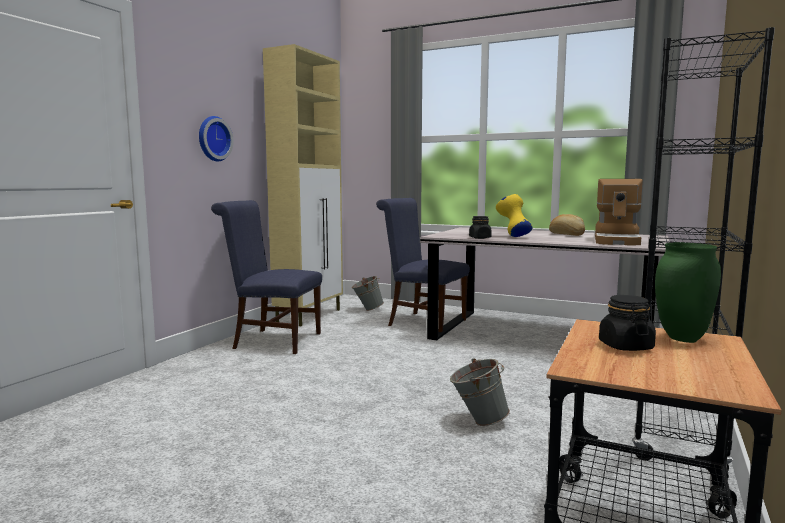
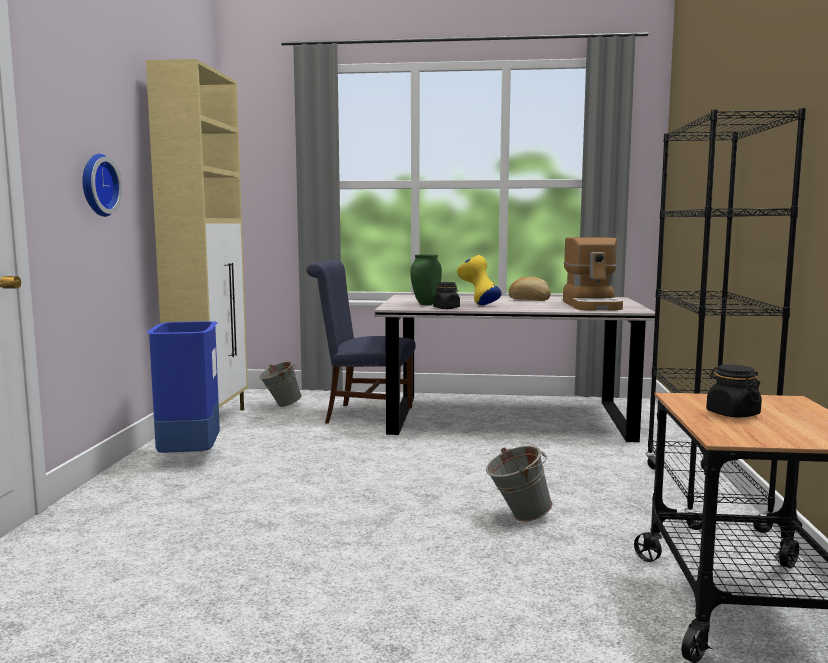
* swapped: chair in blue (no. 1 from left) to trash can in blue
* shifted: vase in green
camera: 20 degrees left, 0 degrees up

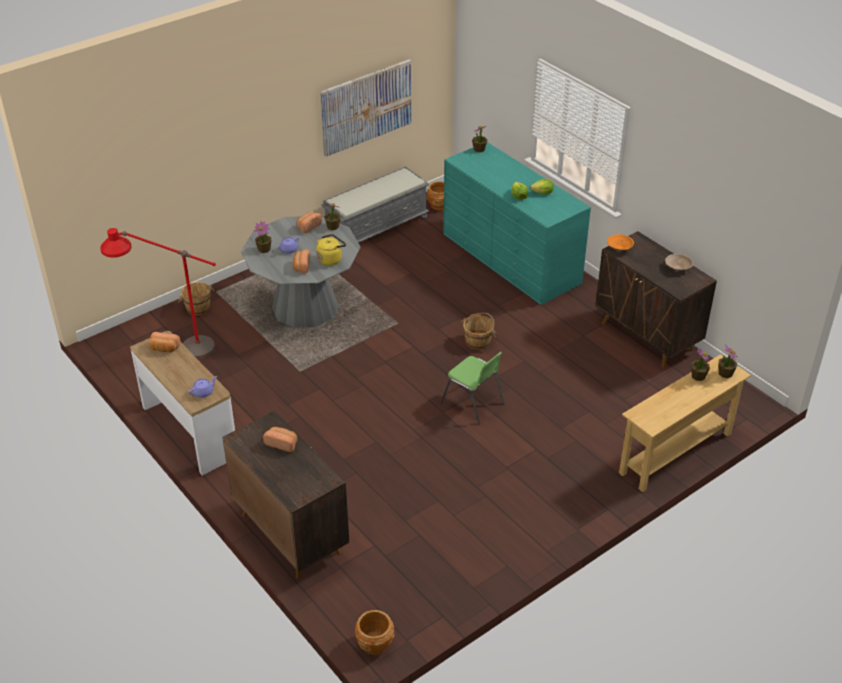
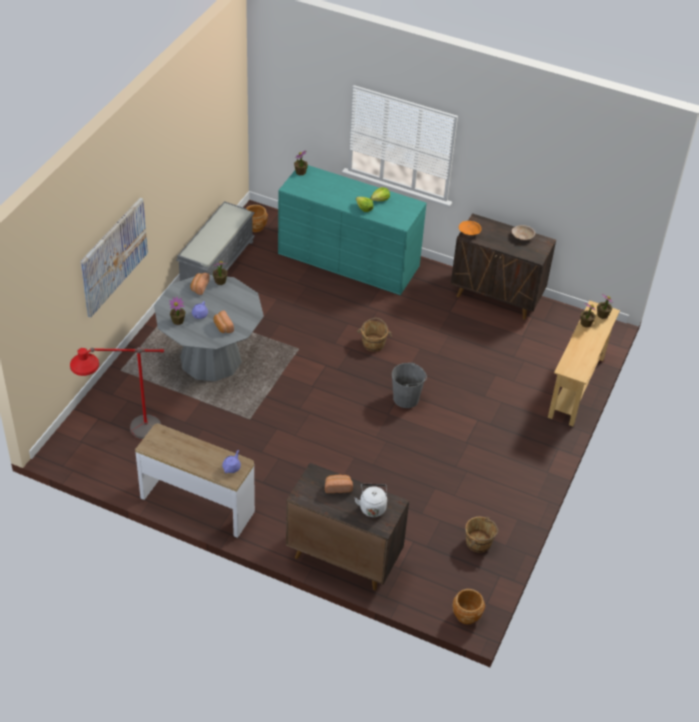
* shifted: picture
* gone: kettle in yellow
* shifted: bucket in brown (no. 1 from left in the first image) to bucket in brown (no. 2 from left)
* gone: bread (no. 1 from left)
* swapped: chair in green to bucket in grey
* new: kettle in white
camera: 30 degrees left, 5 degrees up

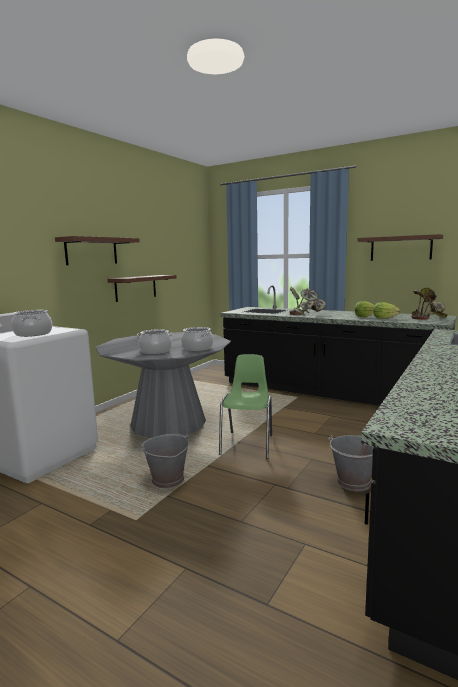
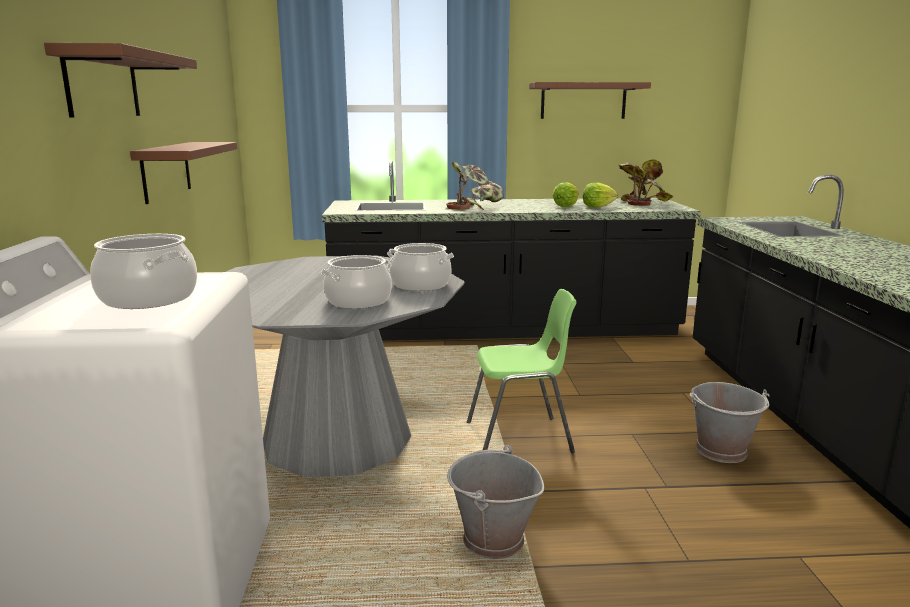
* rotated: chair in green 105 degrees clockwise
camera: 35 degrees left, 5 degrees up

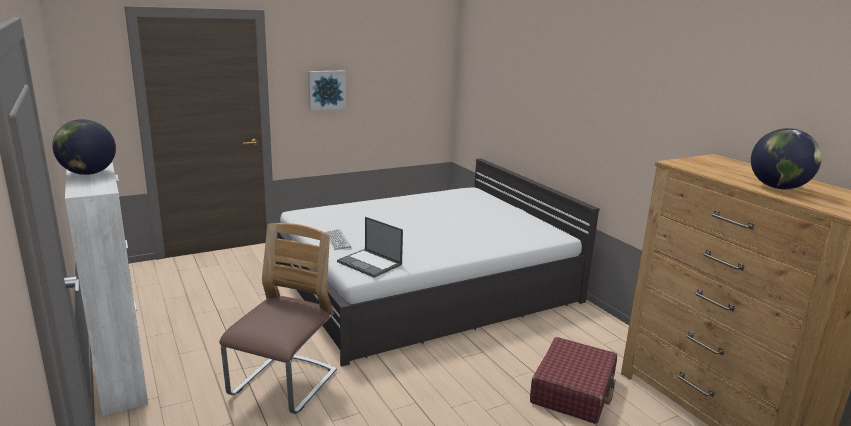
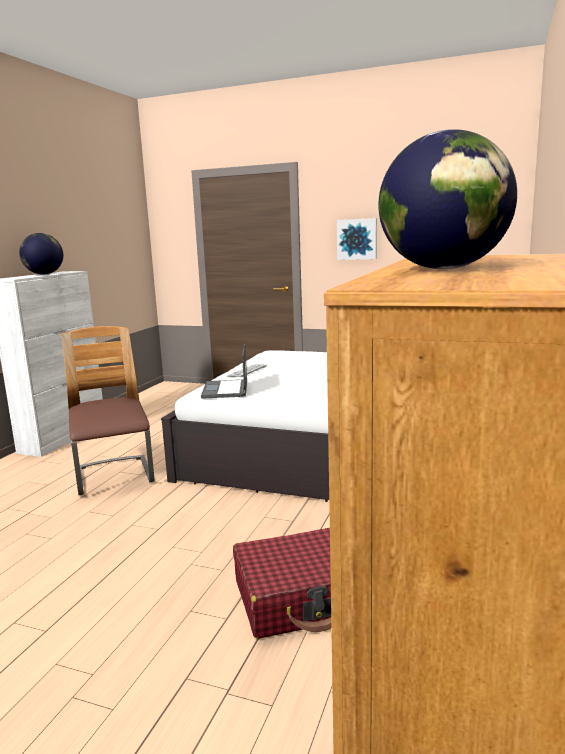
* rotated: chair 90 degrees counterclockwise
camera: 50 degrees right, 5 degrees down

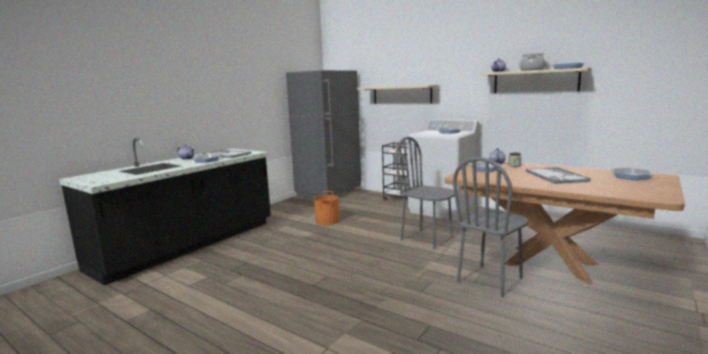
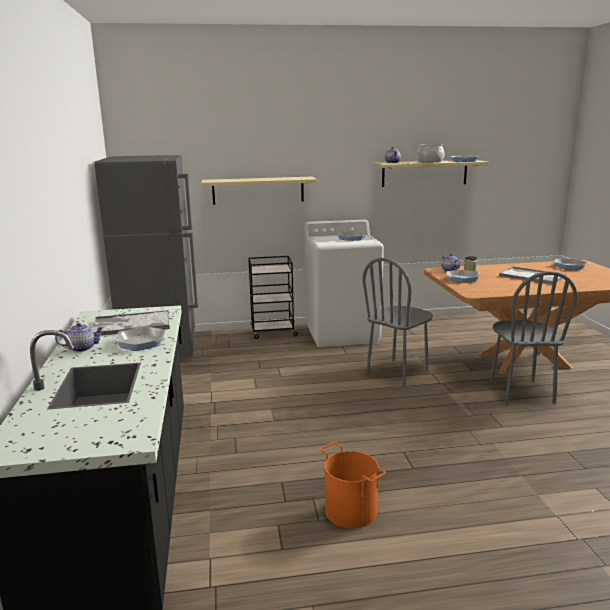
* rotated: chair in grey (no. 1 from left) 45 degrees counterclockwise
* shifted: bucket in orange
camera: 45 degrees left, 5 degrees up

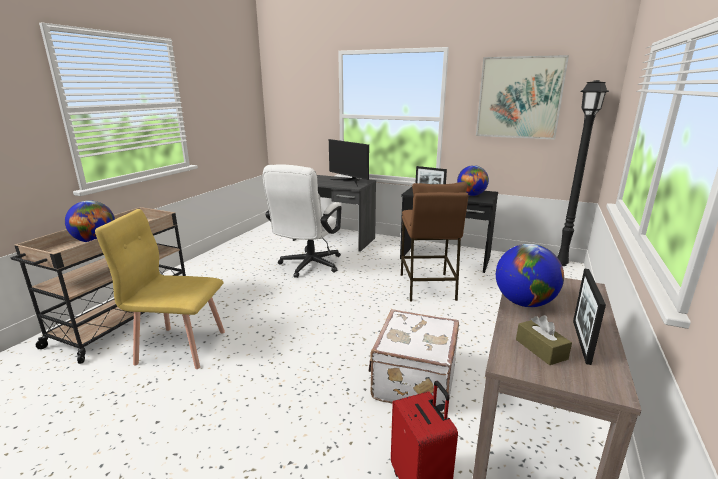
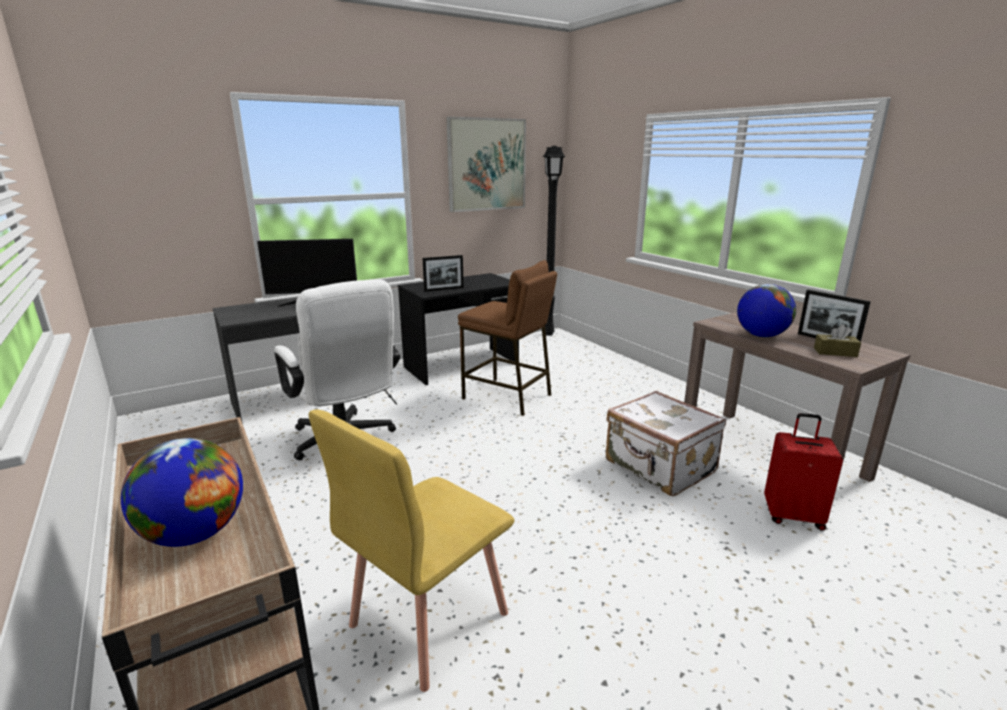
* gone: globe (no. 2 from left)
camera: 55 degrees left, 0 degrees up

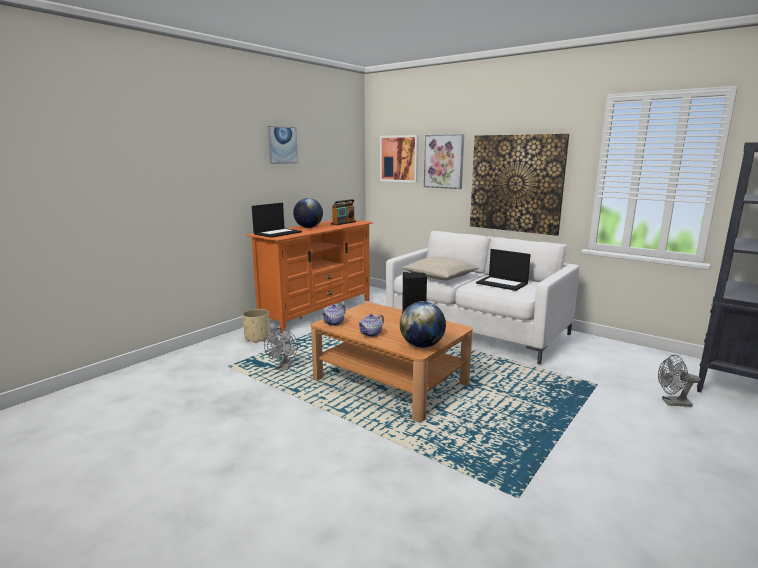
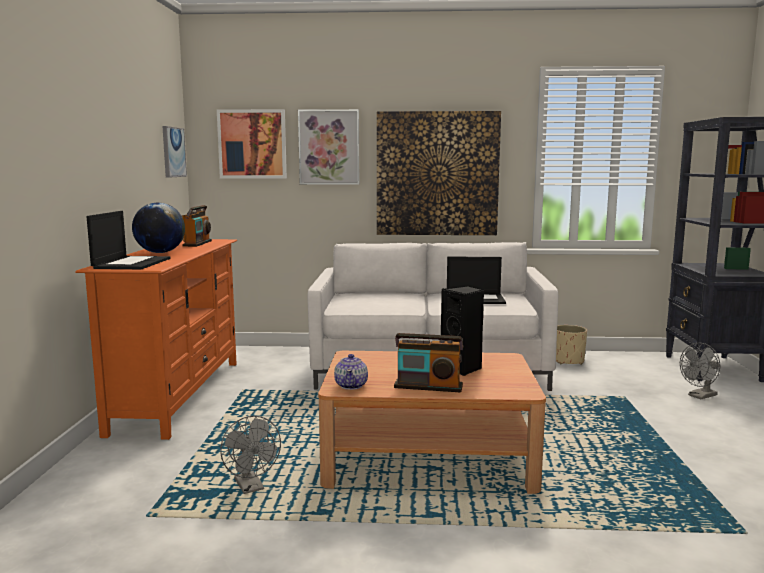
* shifted: picture (no. 1 from left)
* gone: pillow in beige
* gone: globe (no. 2 from left)
* shifted: planter in beige
* swapped: teapot (no. 2 from left) to radio (no. 2 from left)
camera: 35 degrees left, 5 degrees down

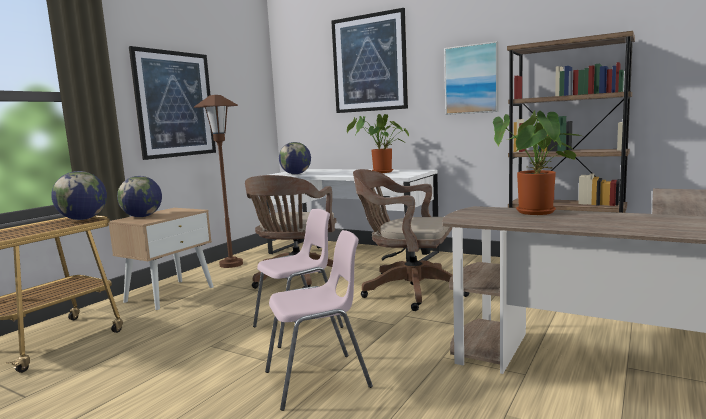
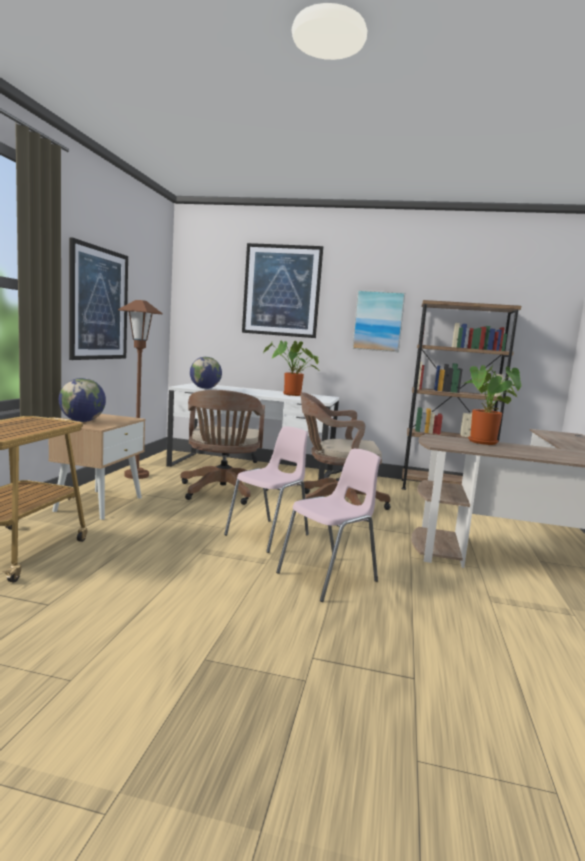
* gone: globe (no. 1 from left)
camera: 20 degrees left, 0 degrees up

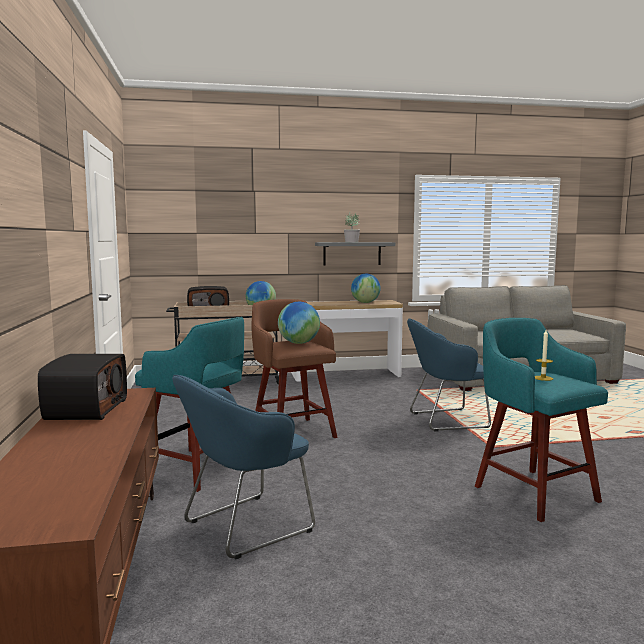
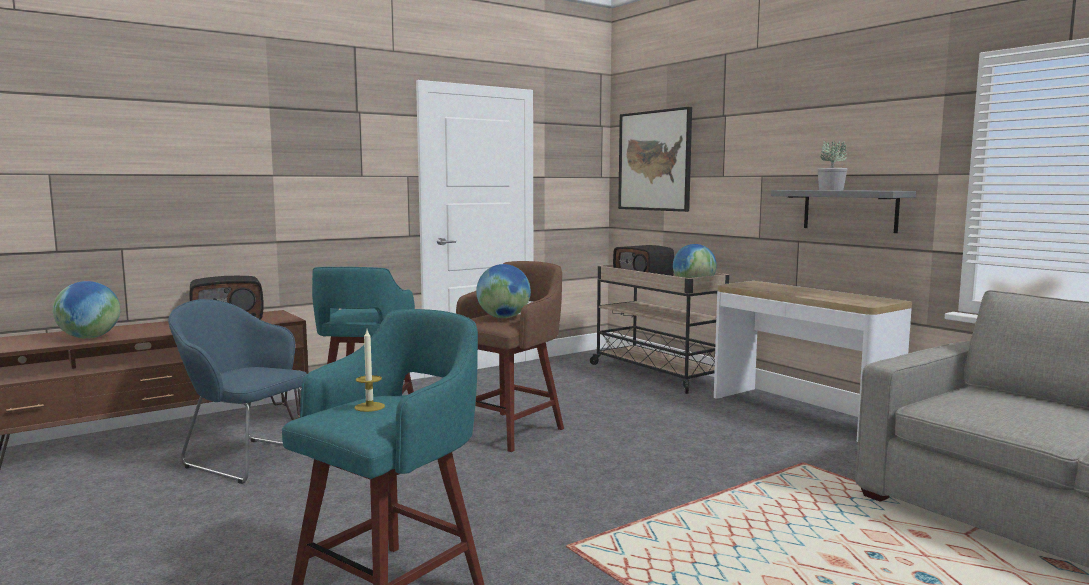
* shifted: globe (no. 3 from left in the first image) to globe (no. 1 from left)
* gone: armchair in blue (no. 2 from left)
* new: picture
camera: 65 degrees right, 0 degrees up

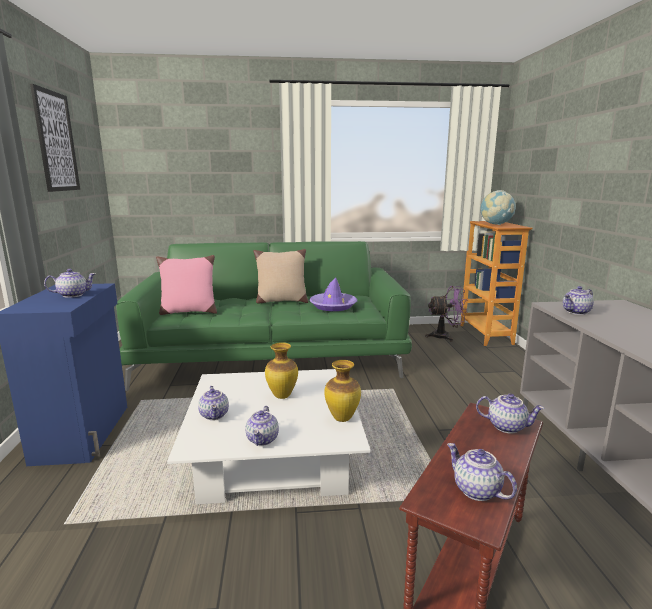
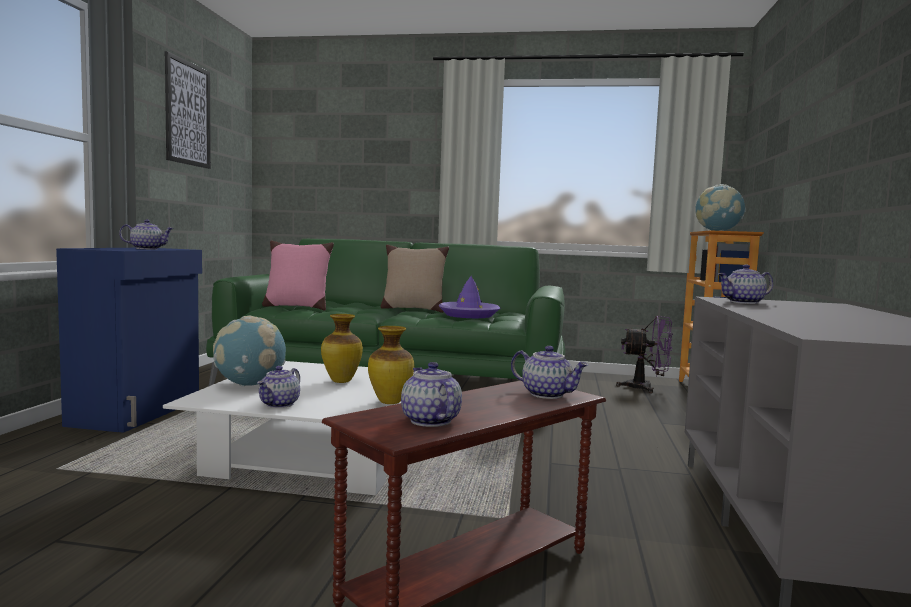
* swapped: teapot (no. 2 from left) to globe (no. 1 from left)
camera: 15 degrees right, 10 degrees down

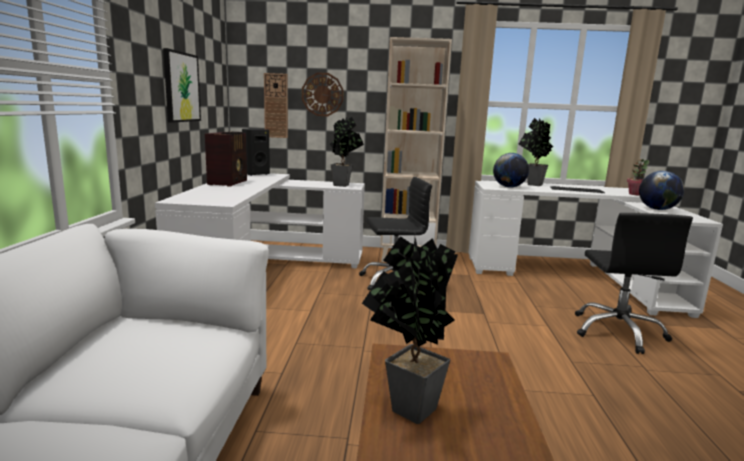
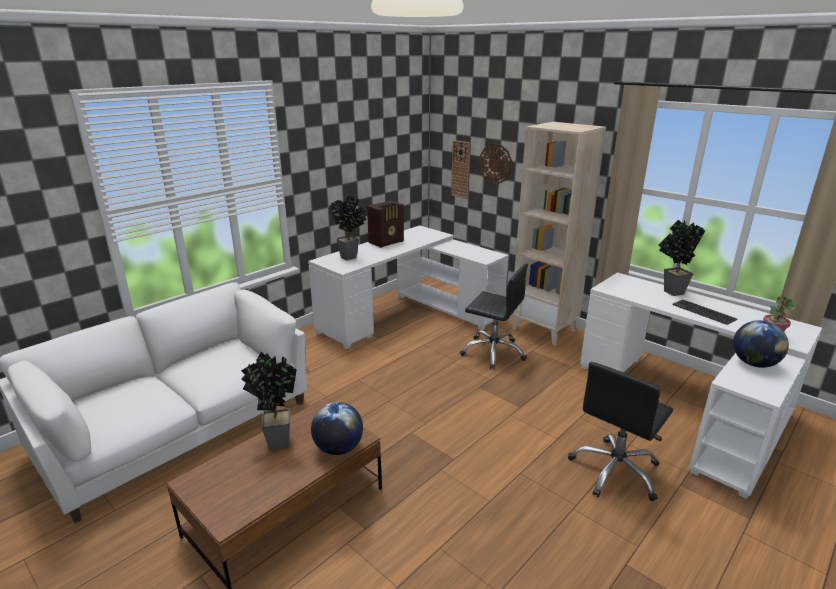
* gone: picture
* shifted: potted plant (no. 1 from left in the first image) to potted plant (no. 2 from left)
* gone: speaker in black
* shifted: globe (no. 1 from left)
camera: 40 degrees right, 10 degrees up

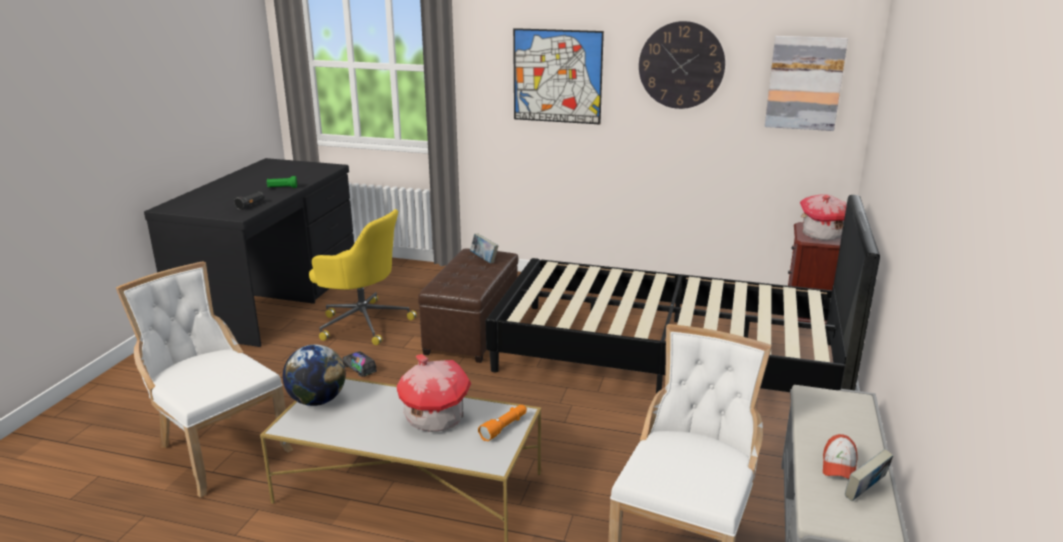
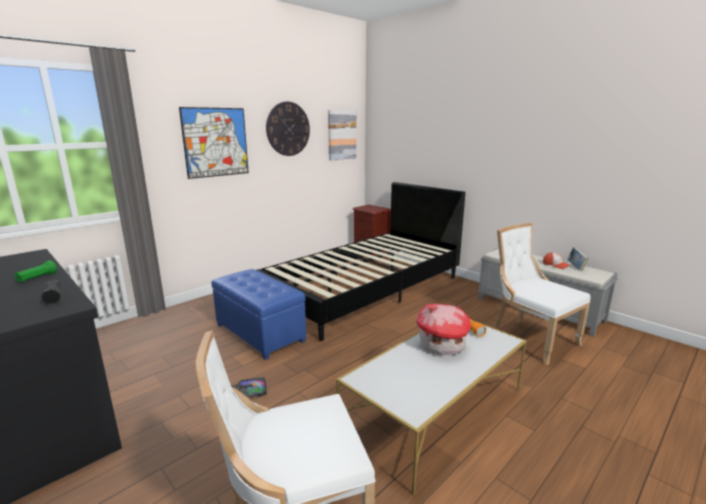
* gone: toy house (no. 2 from left)
* gone: office chair in yellow
* gone: book (no. 1 from left)
* repainted: ottoman in brown to ottoman in blue
* gone: globe
camera: 60 degrees left, 5 degrees down

